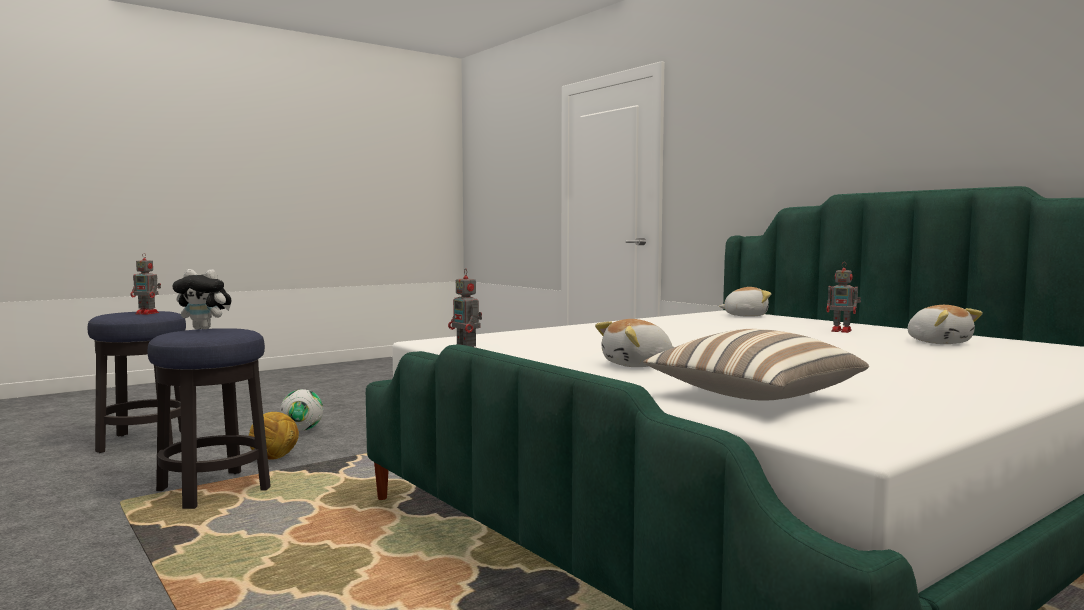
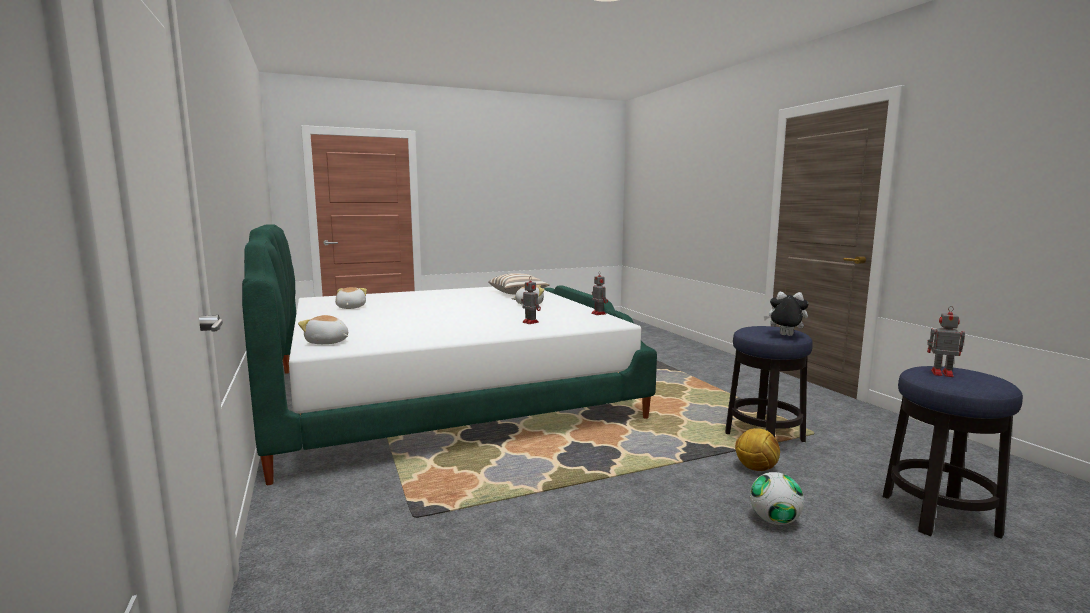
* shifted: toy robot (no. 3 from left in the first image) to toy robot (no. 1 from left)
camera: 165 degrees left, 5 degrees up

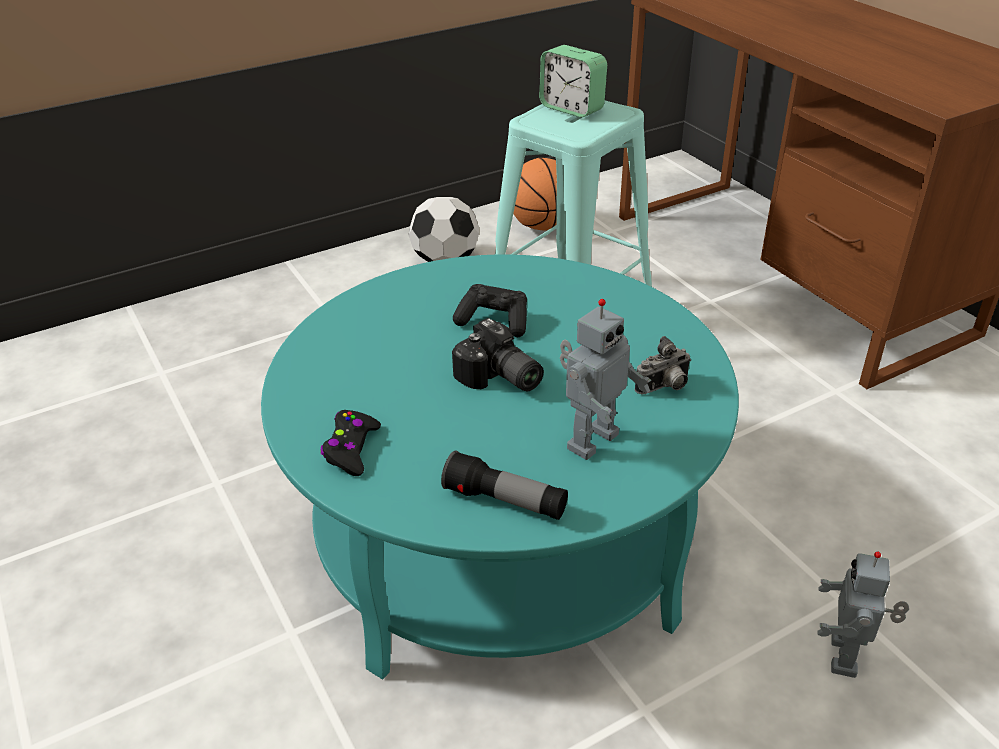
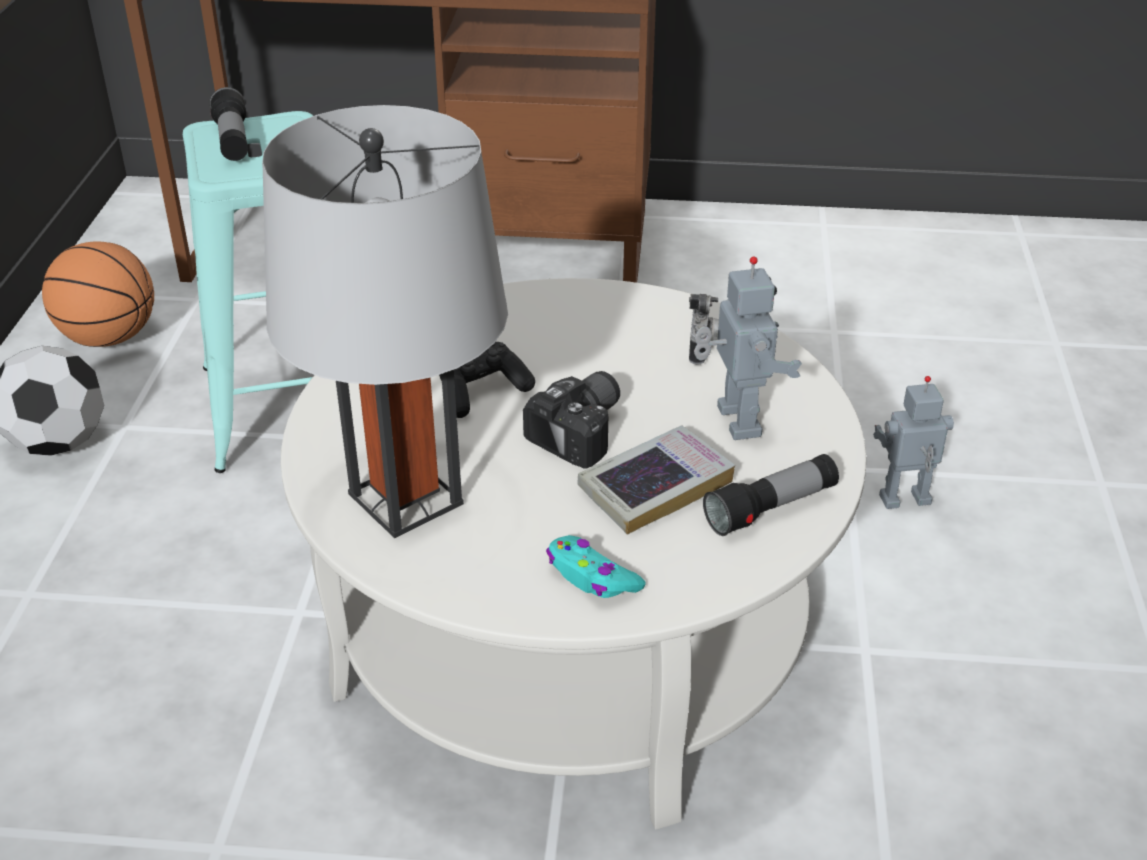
* swapped: alarm clock to flashlight (no. 1 from left)
* repainted: coffee table in turquoise to coffee table in white
* rotated: photo camera (no. 1 from left) 45 degrees counterclockwise
* repainted: game controller in black (no. 1 from left) to game controller in turquoise
* rotated: toy robot (no. 2 from left) 120 degrees clockwise
* new: table lamp in grey
* new: book
camera: 55 degrees left, 0 degrees up

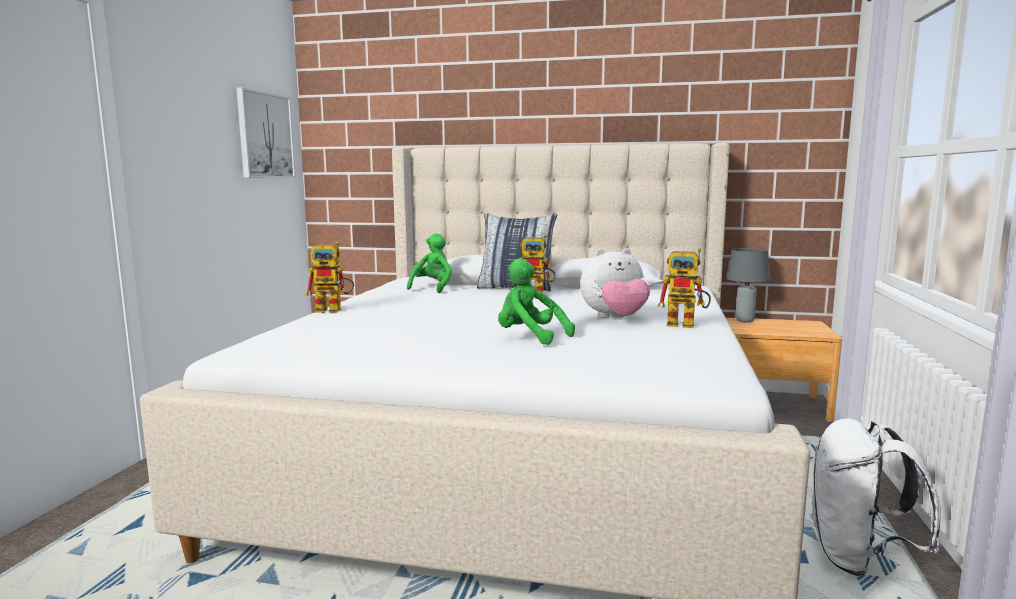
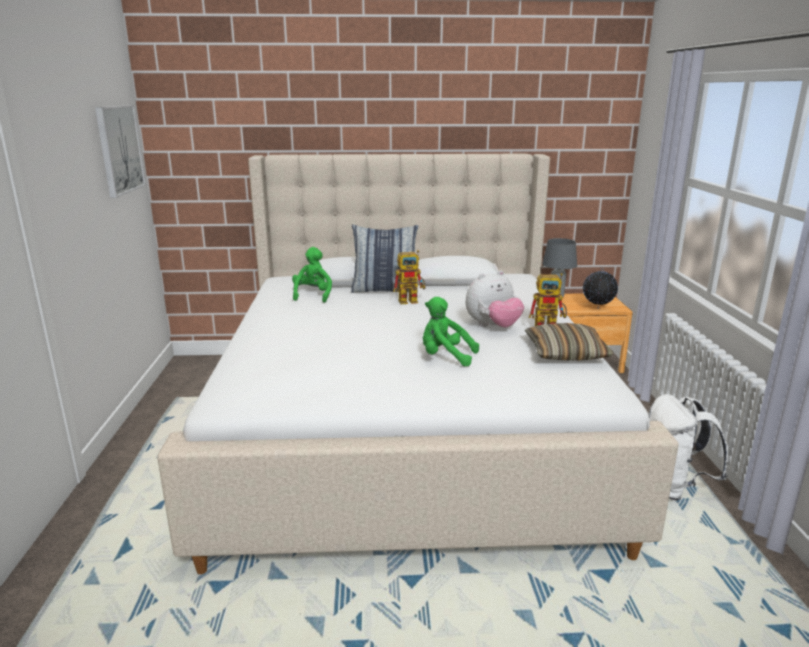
* gone: toy robot (no. 1 from left)
* new: globe
* new: pillow (no. 2 from left)
camera: 15 degrees left, 10 degrees up

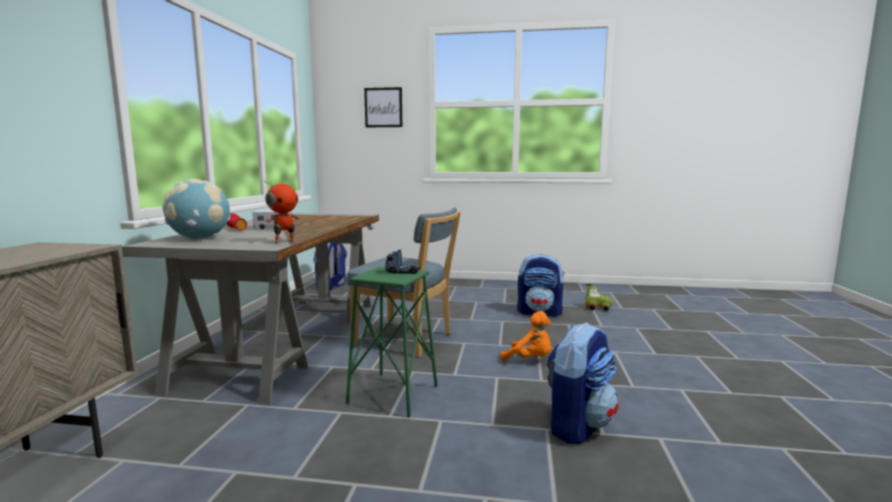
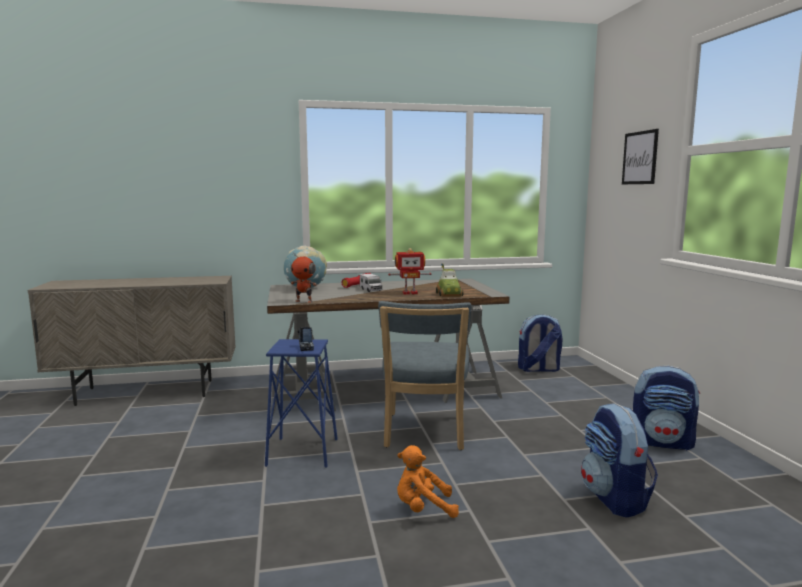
* repainted: stool in green to stool in blue
* shifted: toy car
* rotated: plush toy in orange 75 degrees clockwise
* shifted: backpack (no. 3 from left)
* new: toy robot (no. 2 from left)
camera: 70 degrees right, 0 degrees up

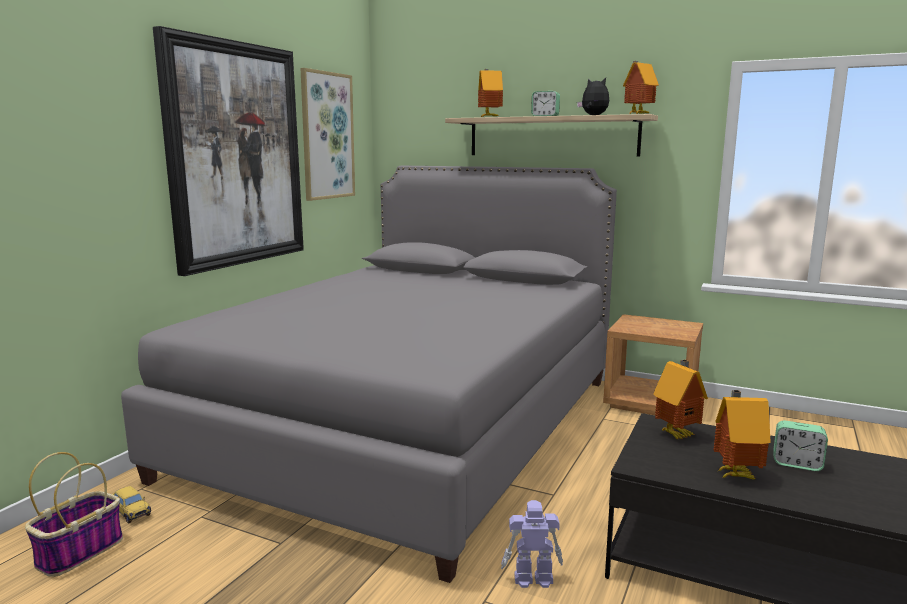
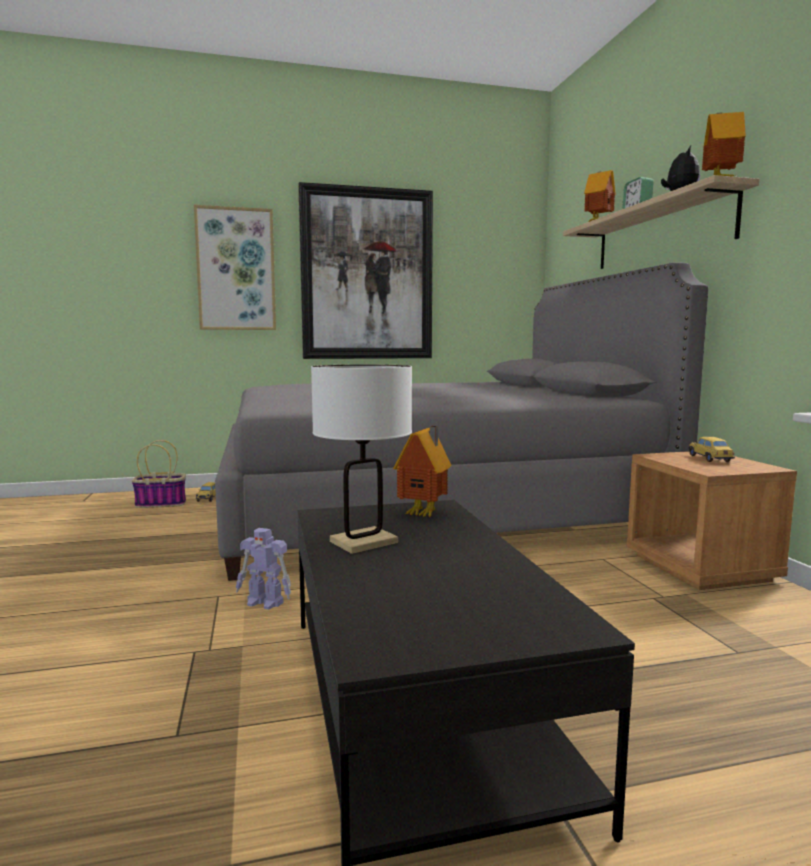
* shifted: picture (no. 2 from left in the first image) to picture (no. 1 from left)
* swapped: toy house (no. 4 from left) to table lamp in white
* gone: alarm clock (no. 2 from left)
* rotated: toy robot 150 degrees clockwise
* new: toy car (no. 2 from left)
camera: 50 degrees right, 5 degrees down

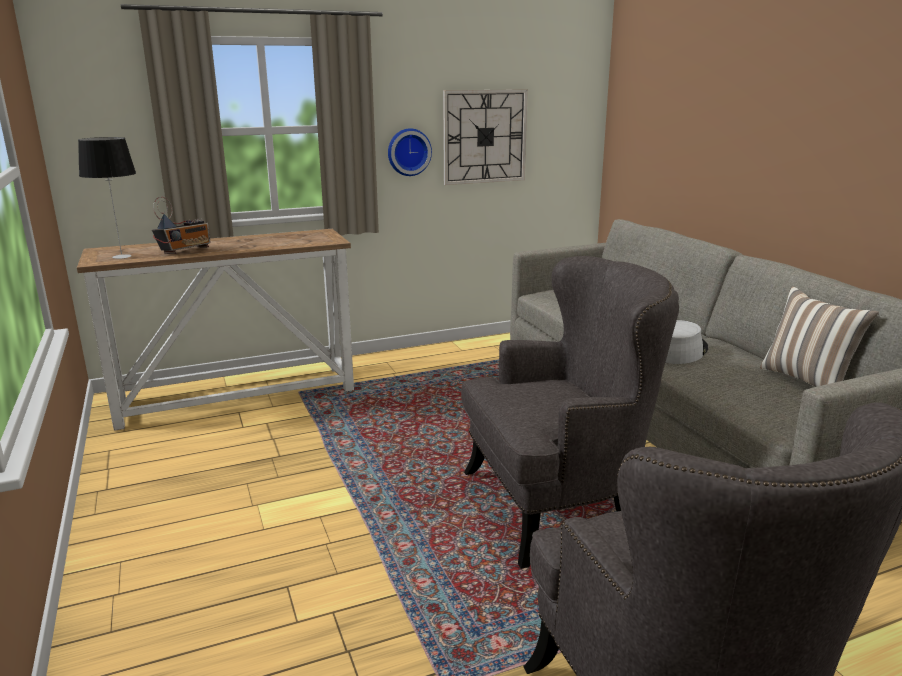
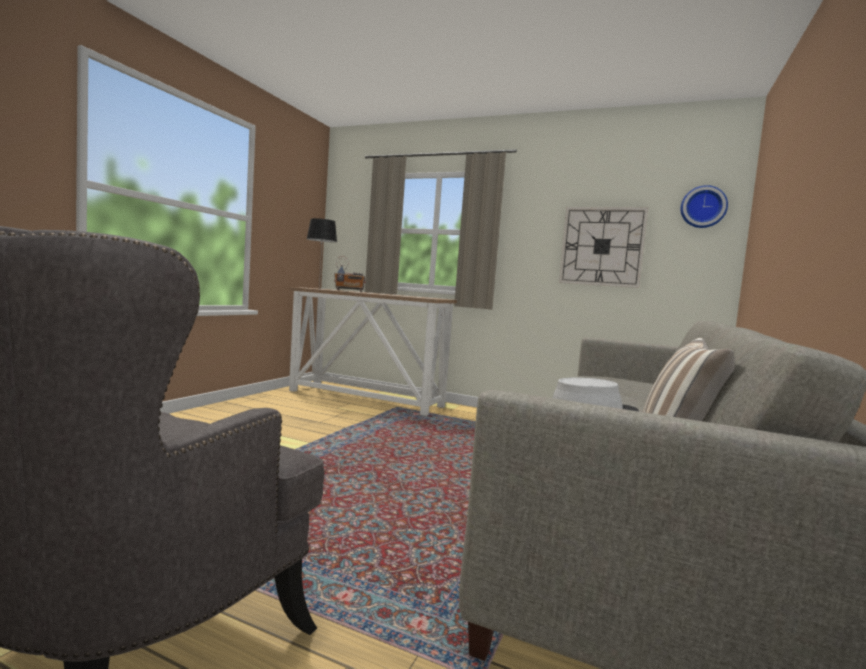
* shifted: wall clock (no. 1 from left in the first image) to wall clock (no. 2 from left)
* gone: armchair in grey (no. 1 from left)
camera: 45 degrees right, 15 degrees down

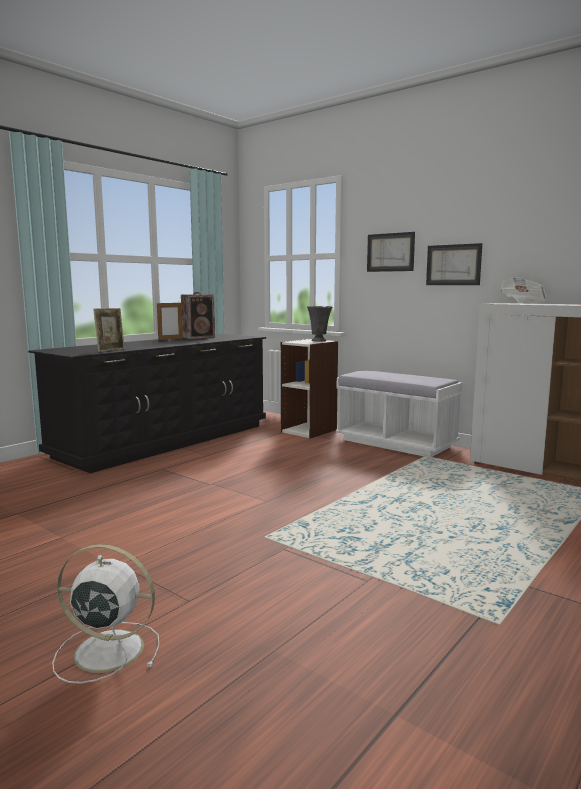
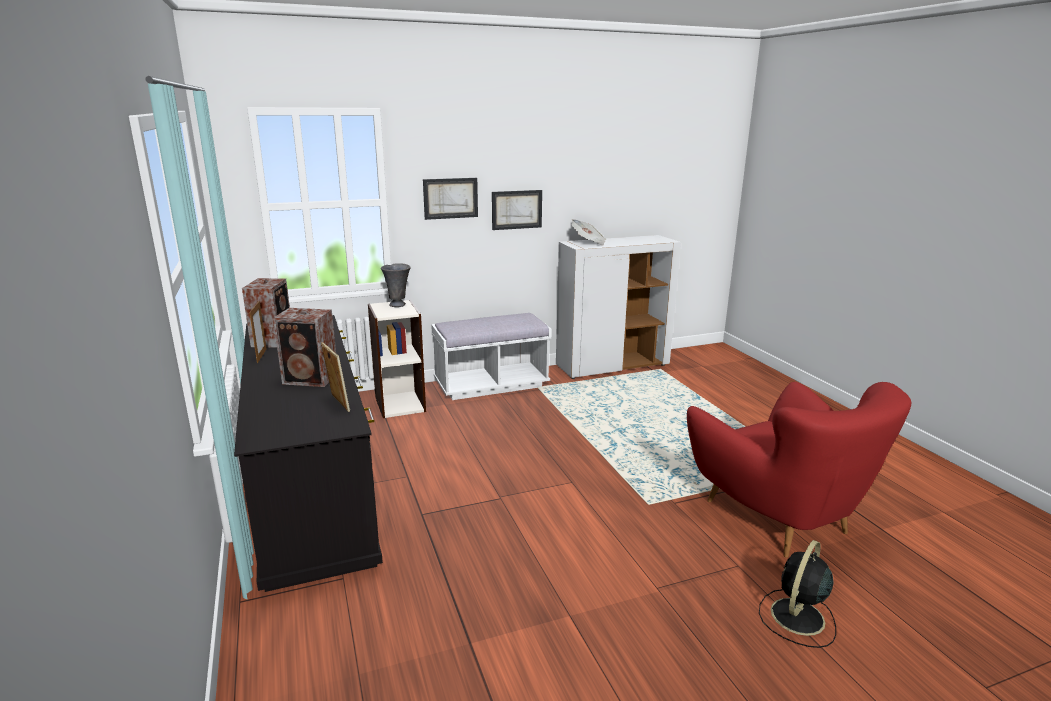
* repainted: fan in white to fan in black
* new: speaker (no. 2 from left)
* new: armchair in red
camera: 60 degrees left, 10 degrees up

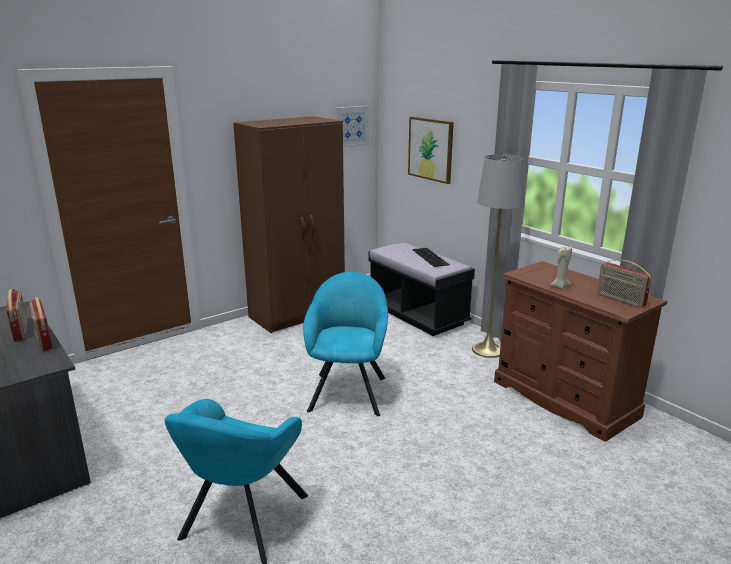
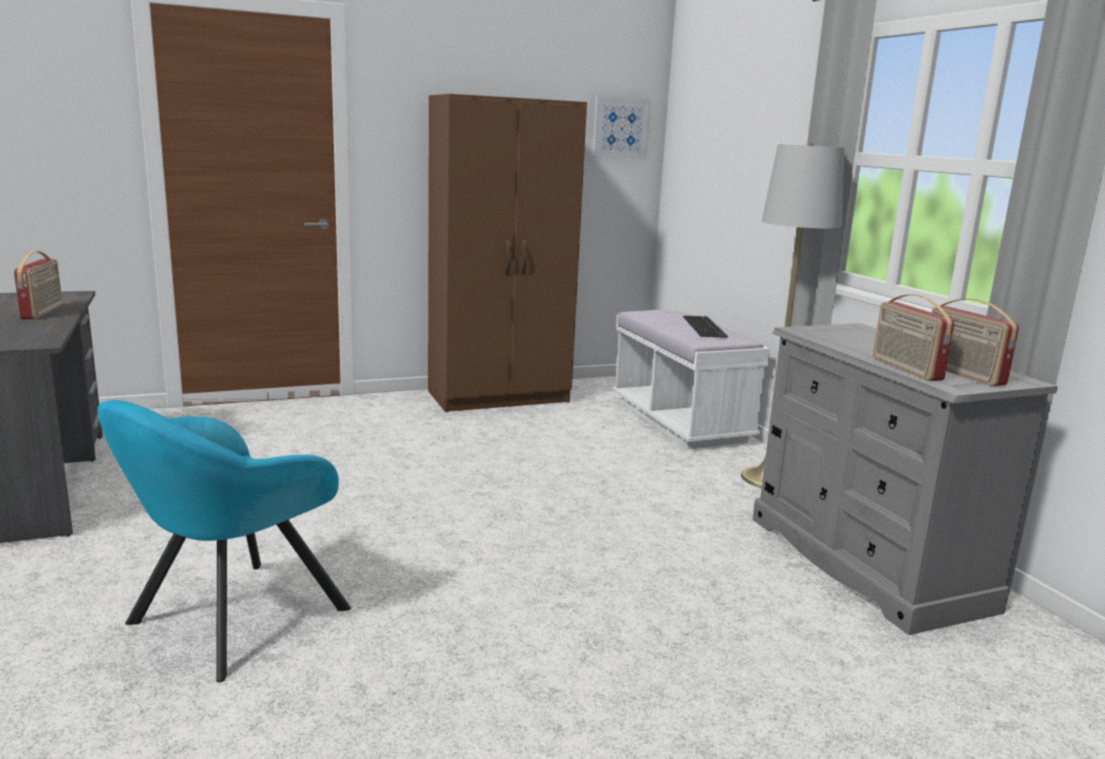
* gone: picture (no. 2 from left)
* repainted: bench in black to bench in white
* gone: candle in beige
* repainted: dresser in brown to dresser in grey
* gone: armchair in turquoise (no. 2 from left)
* shifted: radio (no. 2 from left)
camera: 15 degrees right, 5 degrees down

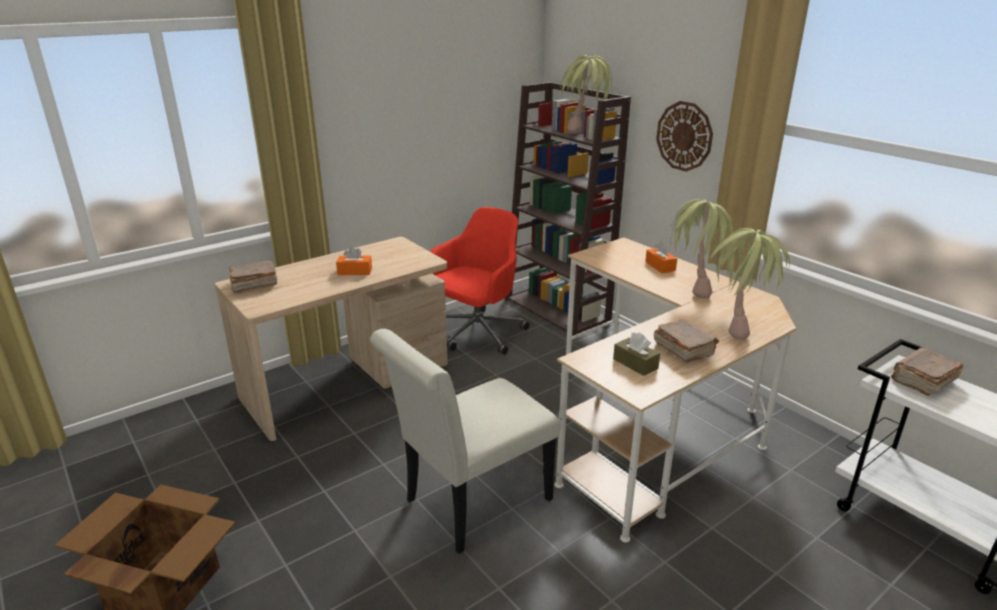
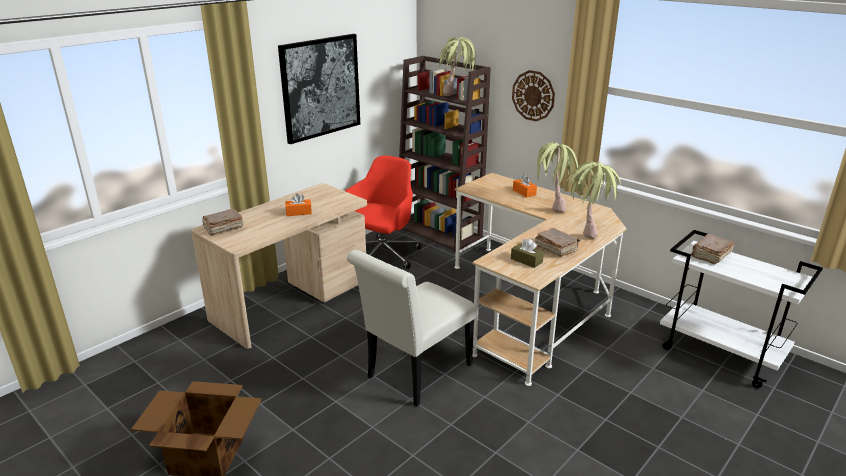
* new: picture
camera: 10 degrees left, 0 degrees up

